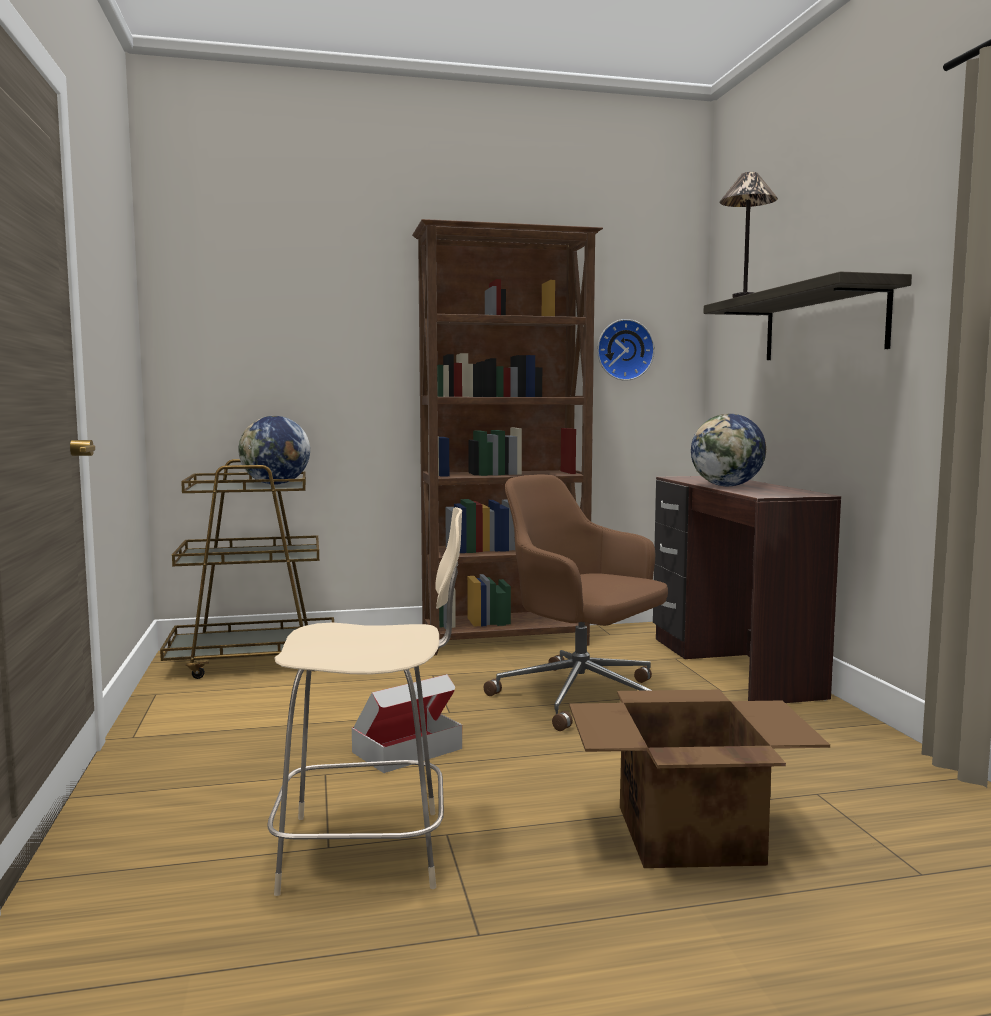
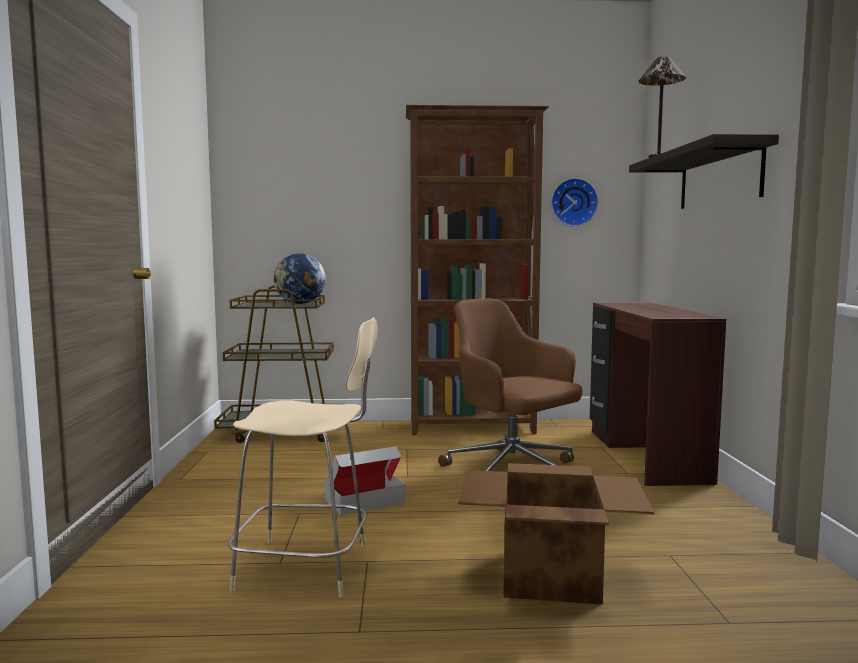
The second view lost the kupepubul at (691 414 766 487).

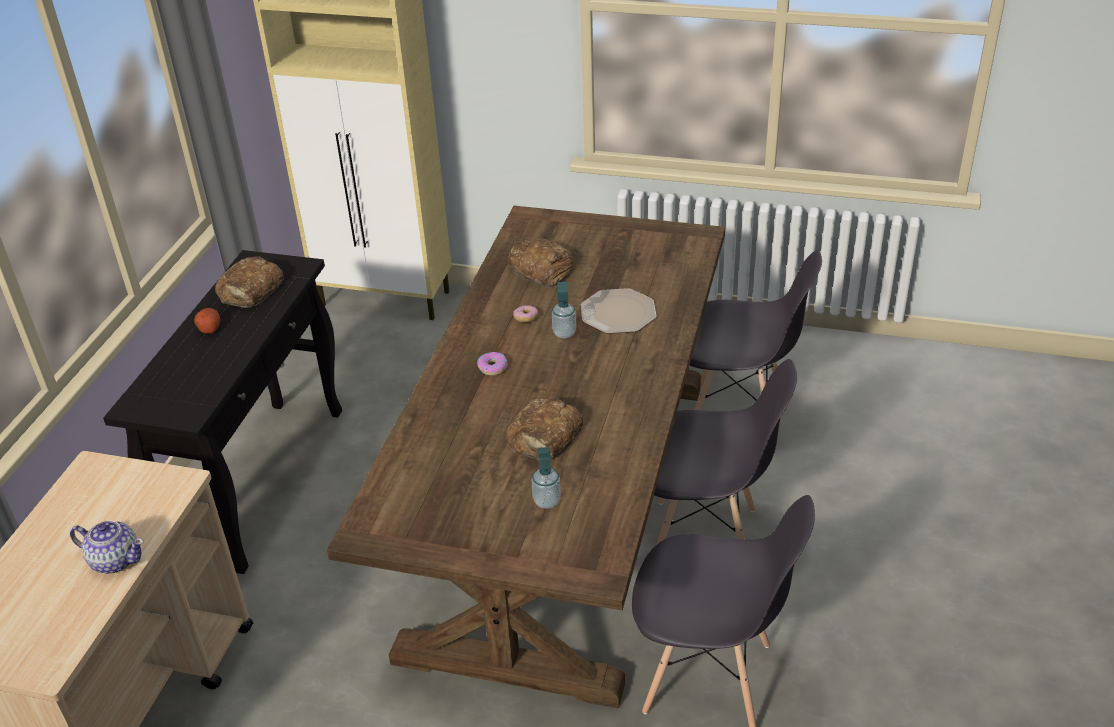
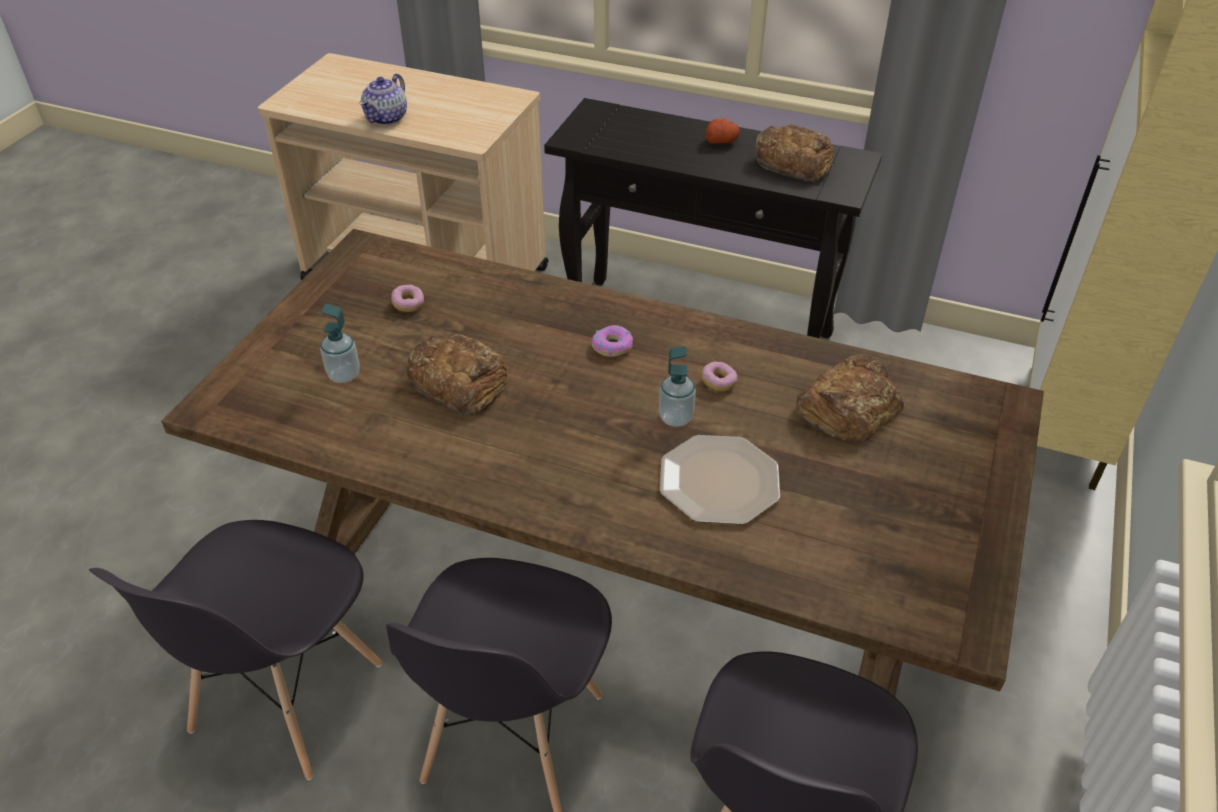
The second view gained the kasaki at (391 285 424 312).

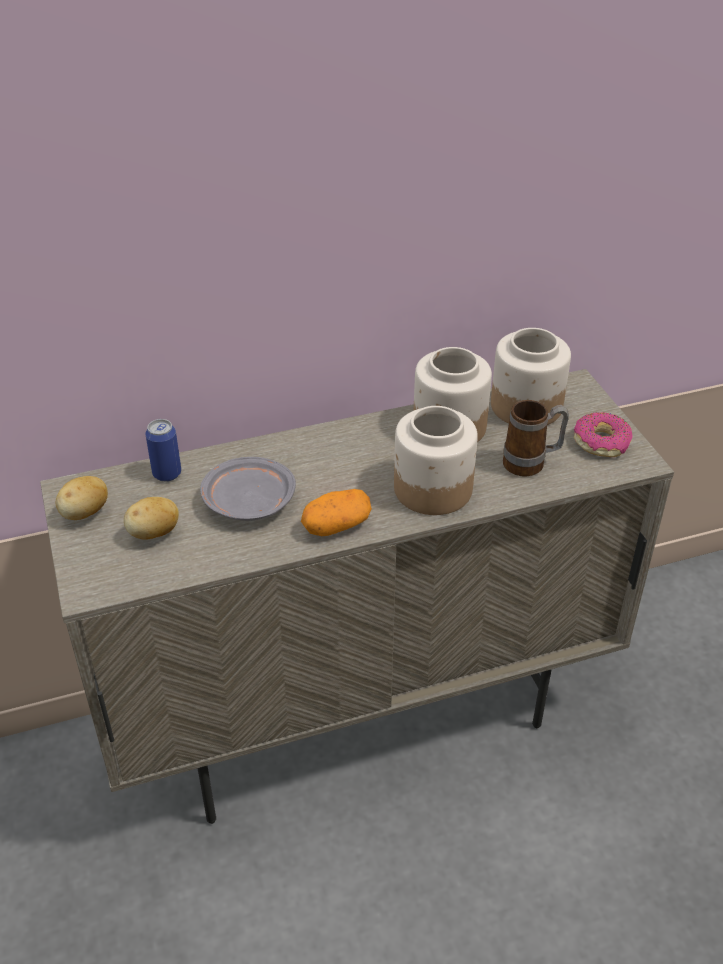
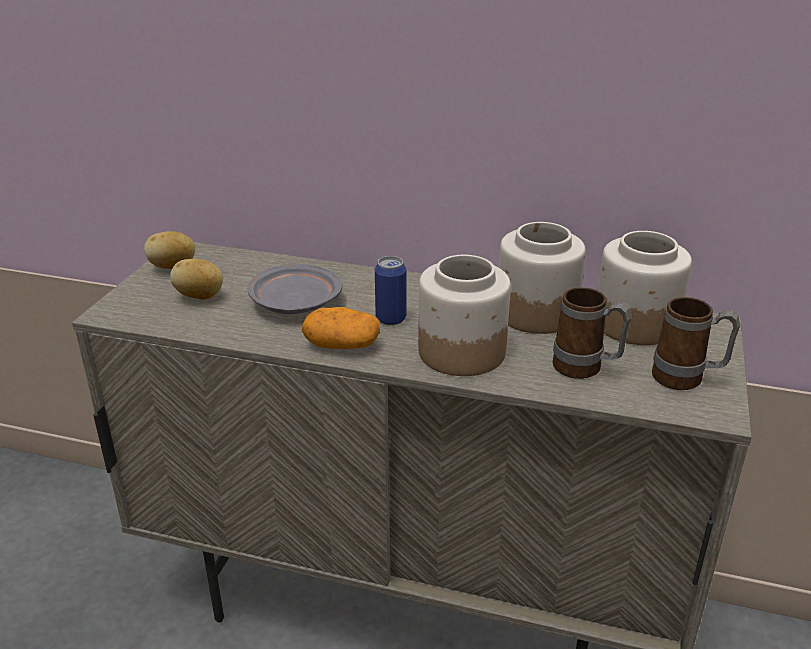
The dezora ended up elsewhere, having gone from (145 419 181 482) to (375 256 406 325).
Where the kasaki stood at (574 412 633 457), the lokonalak came to stand at (652 297 740 390).

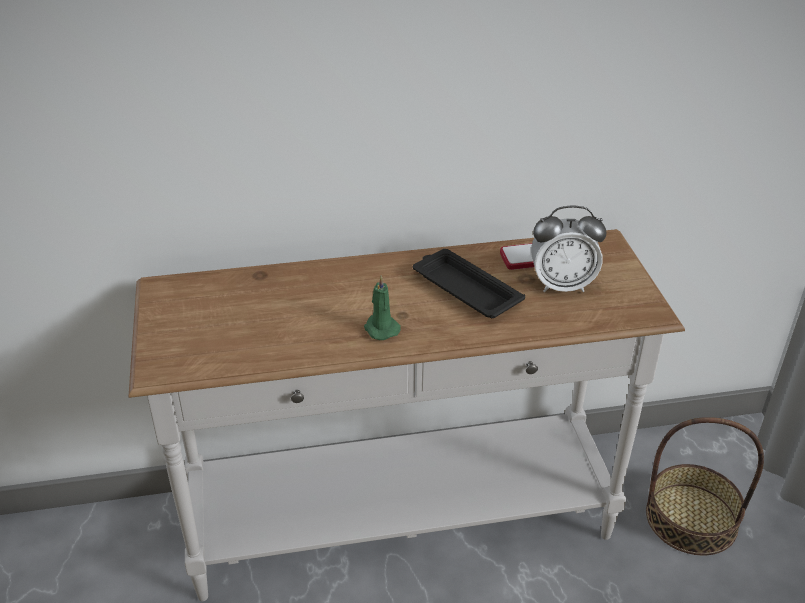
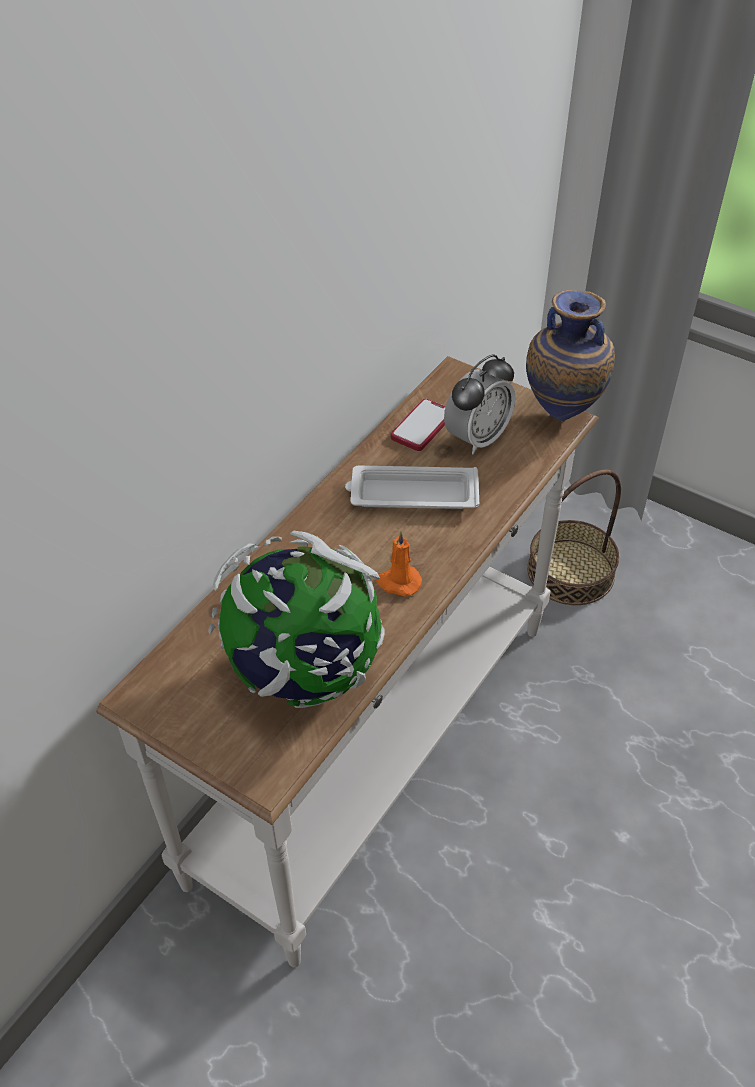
The second view gained the kupepubul at (208 531 385 708).
What was the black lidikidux at (413 249 525 318) turned into the white lidikidux at (345 466 479 509).
What was the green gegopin at (364 276 401 340) turned into the orange gegopin at (376 531 422 597).
The second view gained the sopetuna at (526 290 615 422).

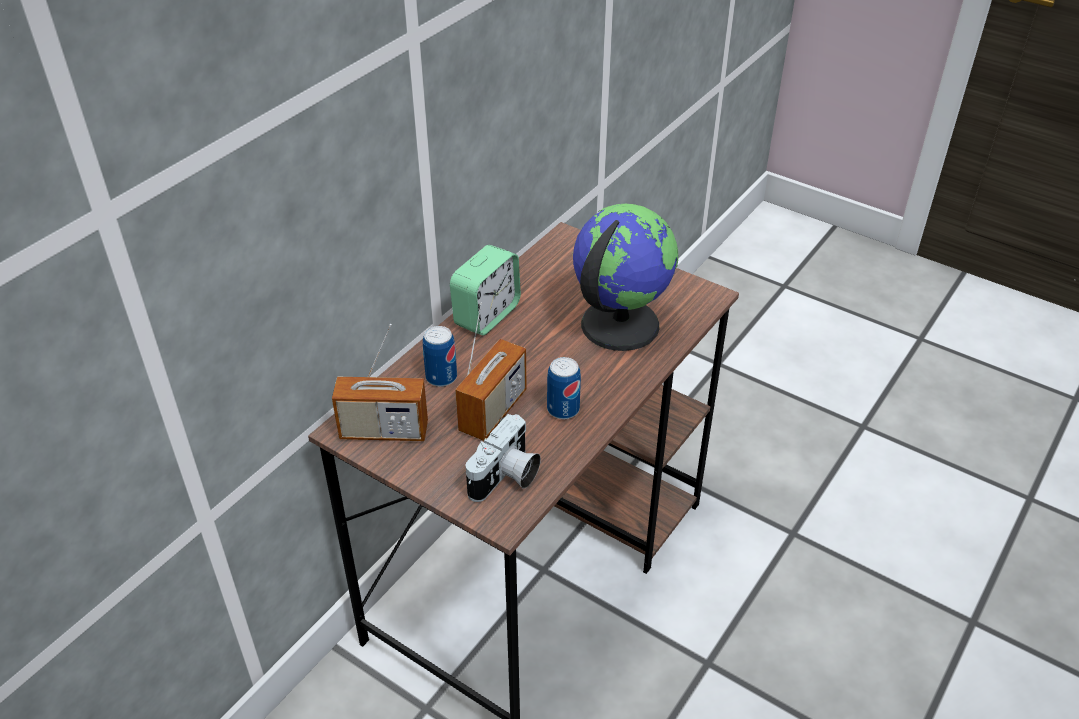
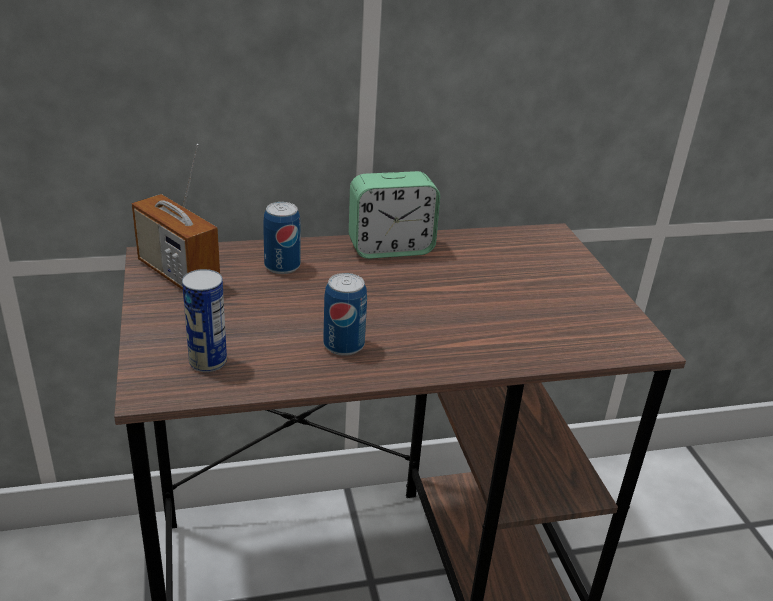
Where the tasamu stood at (465 414 541 502), the dezora came to stand at (182 269 227 372).
The second view lost the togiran at (455 302 527 441).
The second view lost the kupepubul at (573 204 678 351).

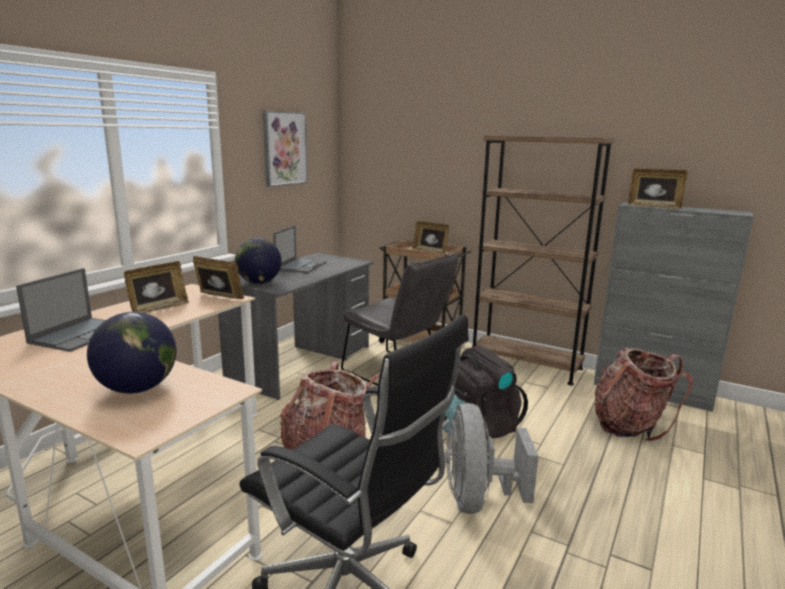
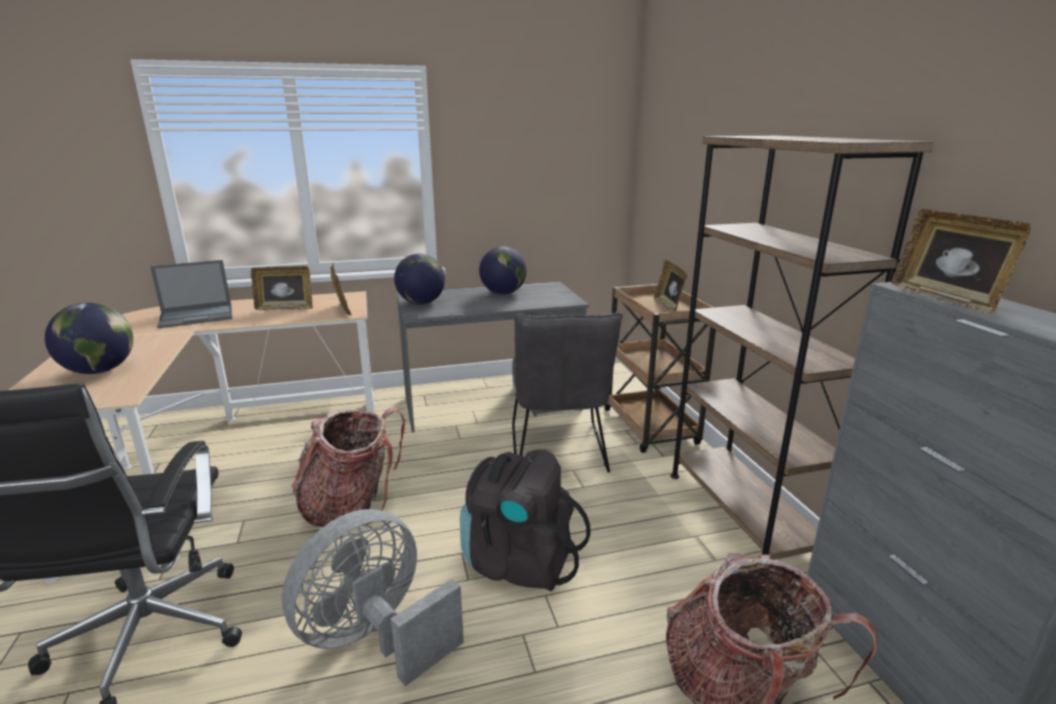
Where the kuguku stood at (273 225 326 273), the kupepubul came to stand at (479 246 527 295).
The second view lost the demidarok at (263 110 308 187).

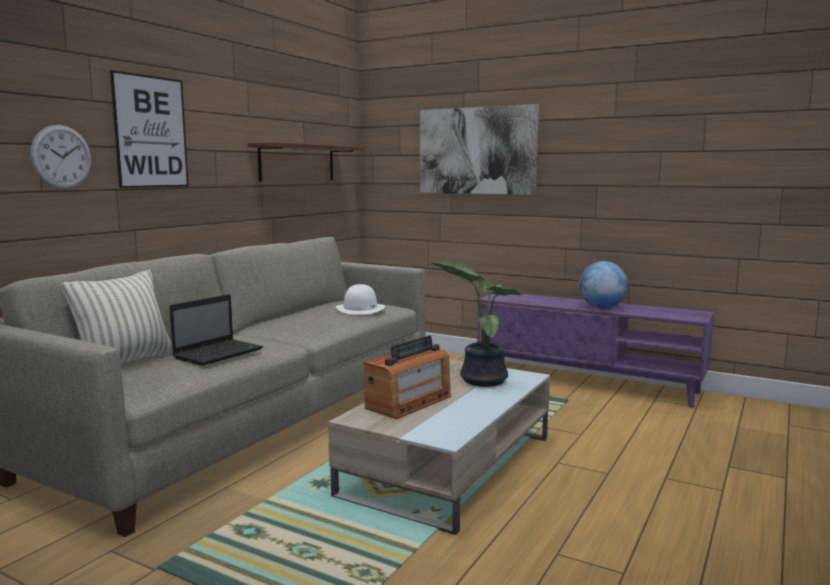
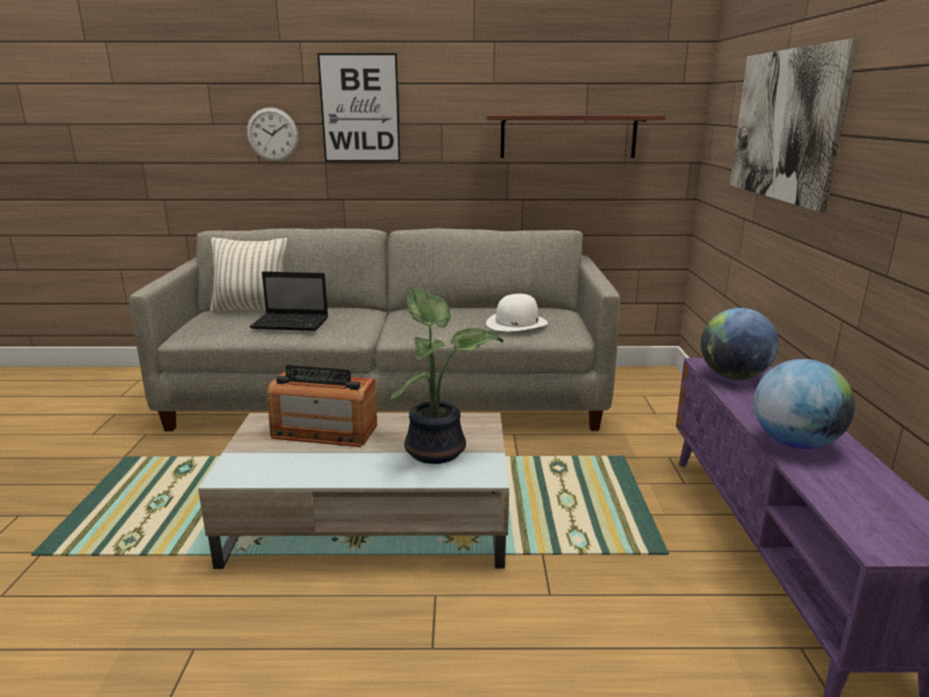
The second view gained the kupepubul at (701 308 779 380).

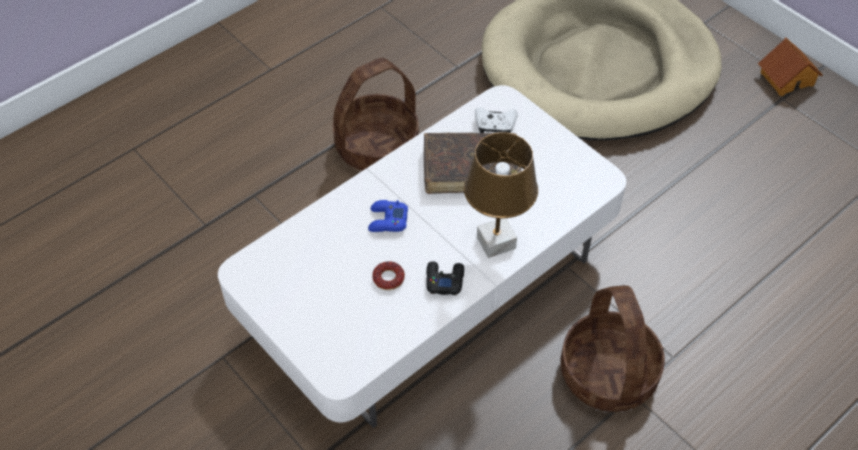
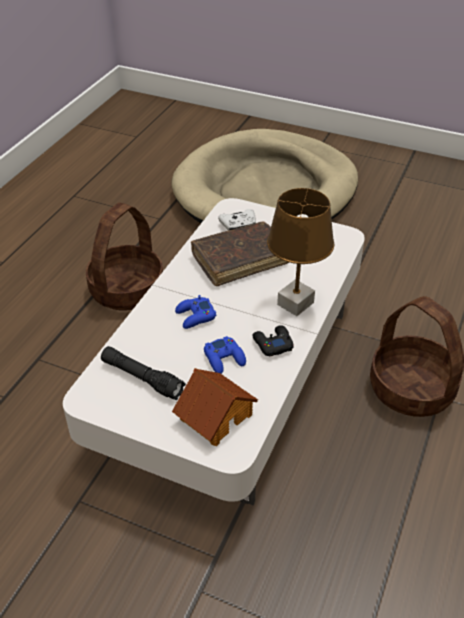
The second view gained the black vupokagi at (101 346 186 400).
The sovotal ended up elsewhere, having gone from (758 38 823 96) to (172 368 258 446).
Where the kasaki stood at (372 261 405 290), the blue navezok came to stand at (204 336 246 374).

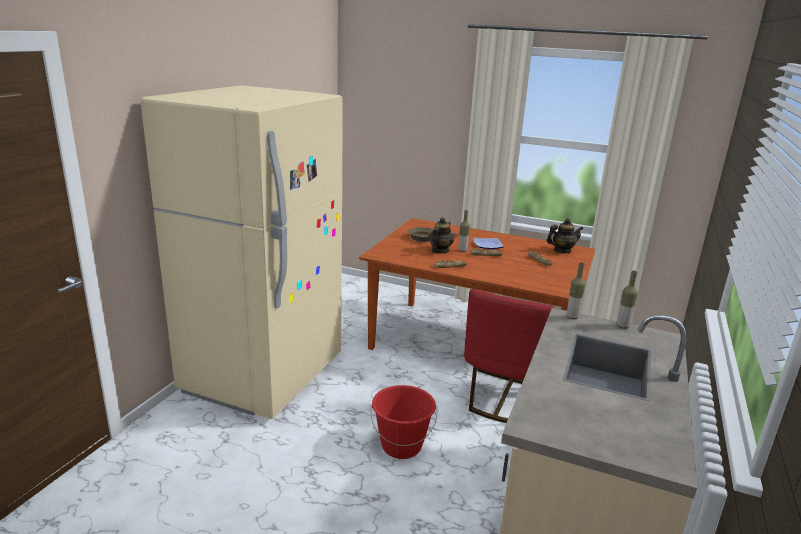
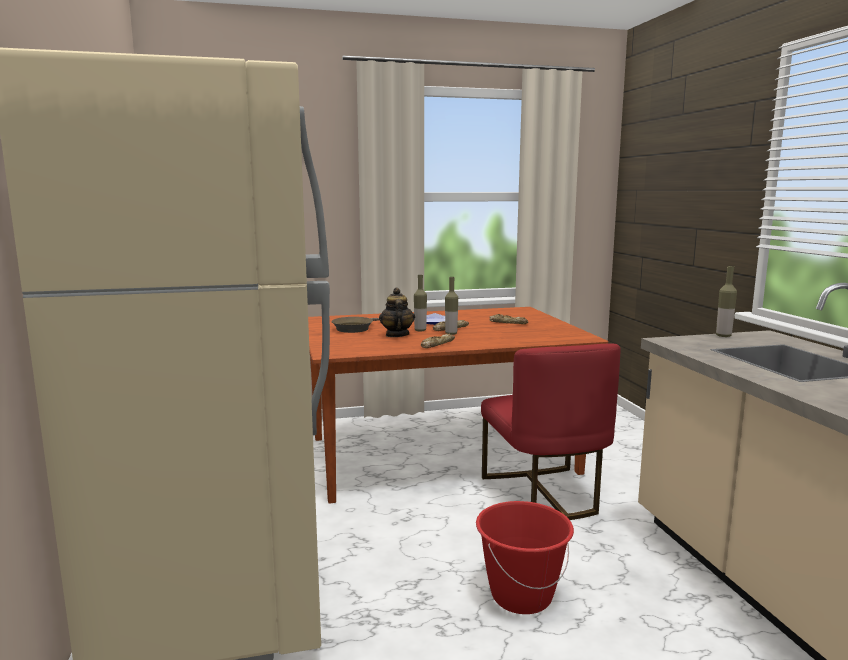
The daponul ended up elsewhere, having gone from (567 262 585 319) to (445 277 458 335).
The second view lost the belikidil at (546 218 584 253).

